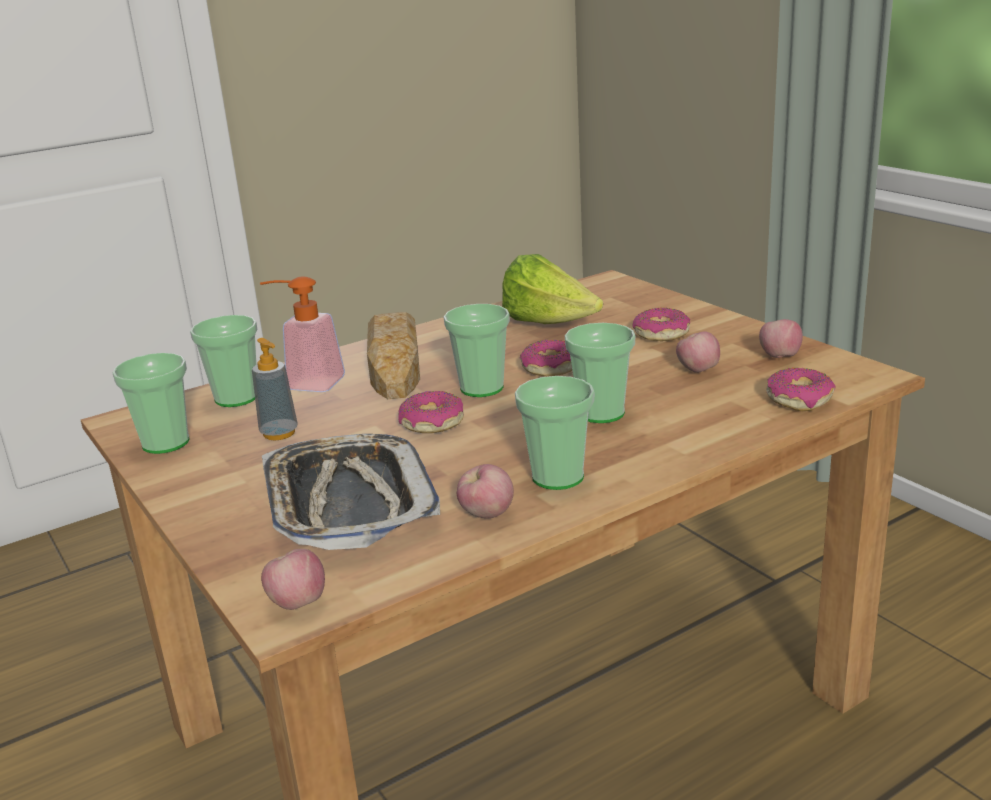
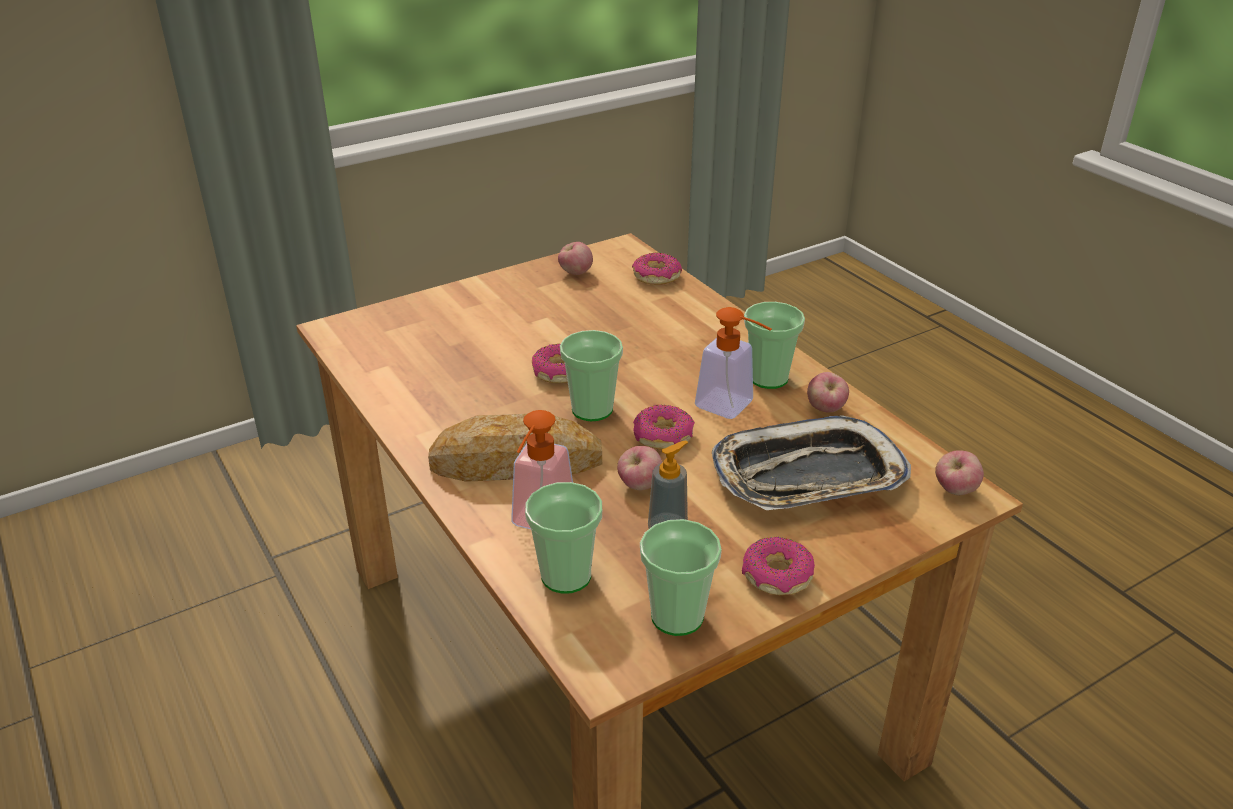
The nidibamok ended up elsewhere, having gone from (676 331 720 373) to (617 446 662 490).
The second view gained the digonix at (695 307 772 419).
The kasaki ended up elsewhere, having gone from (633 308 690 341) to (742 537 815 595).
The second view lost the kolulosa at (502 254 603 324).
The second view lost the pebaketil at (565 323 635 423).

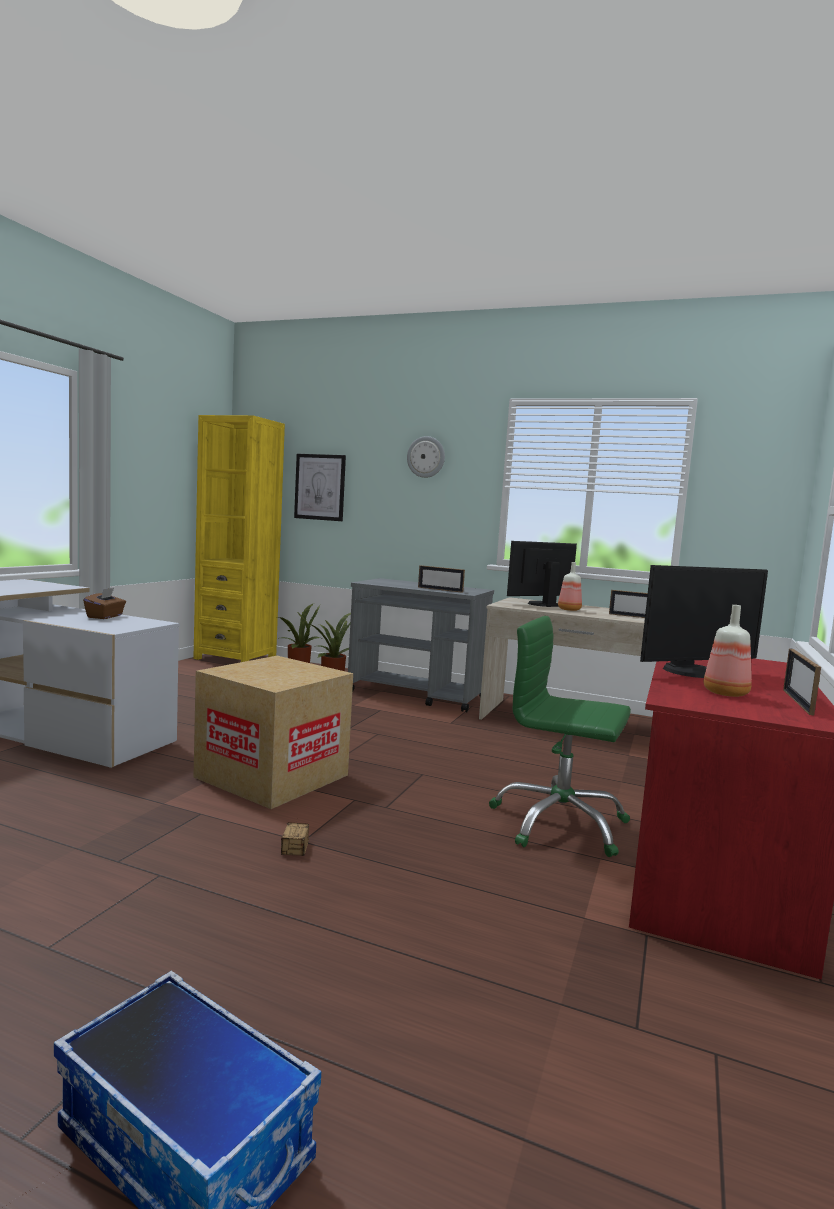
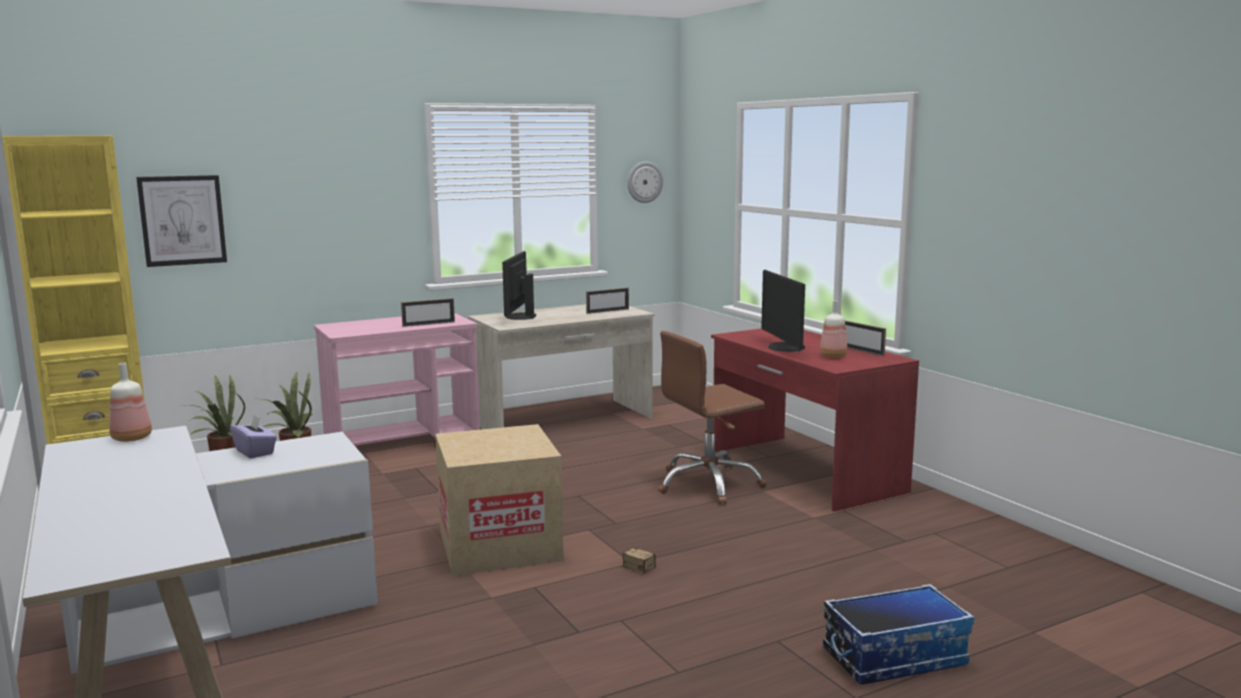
The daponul ended up elsewhere, having gone from (558 562 582 611) to (109 363 152 442).
What was the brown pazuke at (83 588 126 619) turned into the purple pazuke at (230 415 277 459).
What was the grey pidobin at (348 578 494 712) turned into the pink pidobin at (314 313 480 447).
The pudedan ended up elsewhere, having gone from (407 436 445 478) to (627 161 663 203).
What was the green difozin at (489 616 631 857) turned into the brown difozin at (658 331 767 504).
The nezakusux at (640 565 768 678) ended up facing another way, 150 degrees clockwise from before.

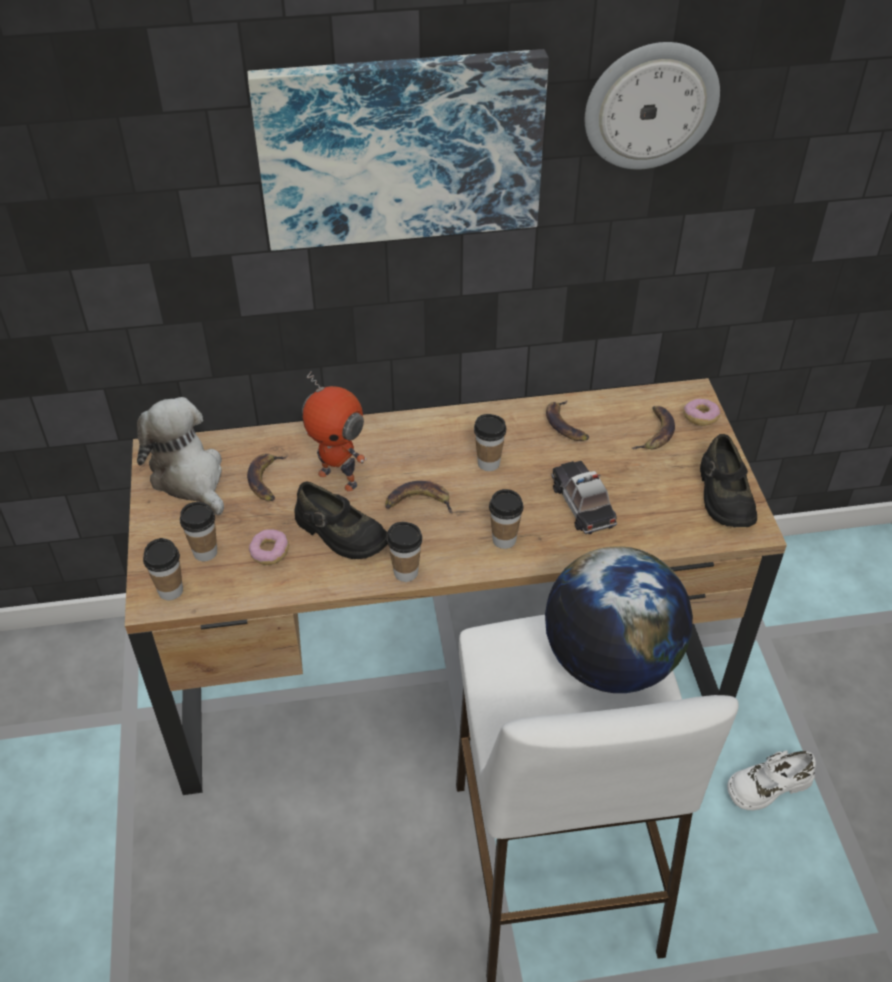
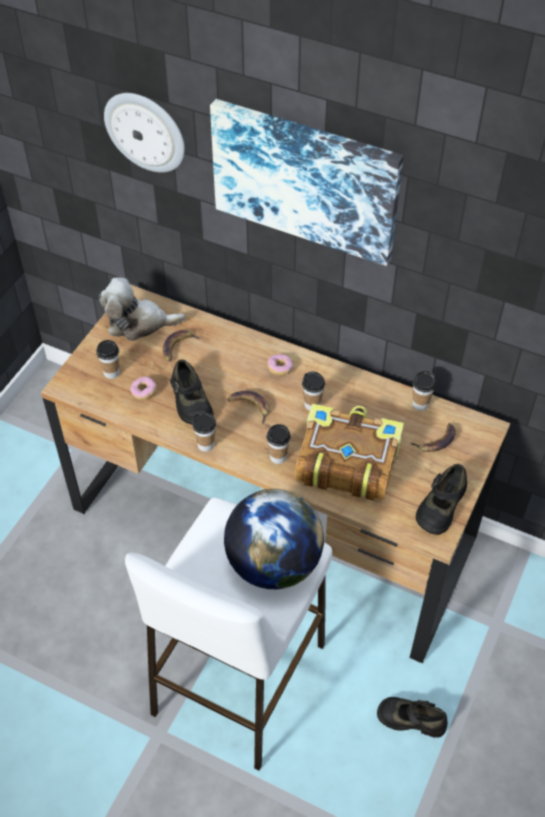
The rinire at (137 397 224 515) ended up facing another way, 90 degrees counterclockwise from before.
The pudedan ended up elsewhere, having gone from (585 42 720 170) to (104 93 185 172).
The kasaki ended up elsewhere, having gone from (683 399 720 426) to (267 354 293 375).
Where the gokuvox stood at (551 461 617 534), the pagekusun came to stand at (295 403 404 501).
What was the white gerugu at (727 751 816 810) turned into the black gerugu at (377 697 448 738).
The pebaketil ended up elsewhere, having gone from (143 538 183 600) to (412 371 436 411).
The second view lost the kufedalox at (302 371 367 491).
The second view lost the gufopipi at (546 401 589 441).

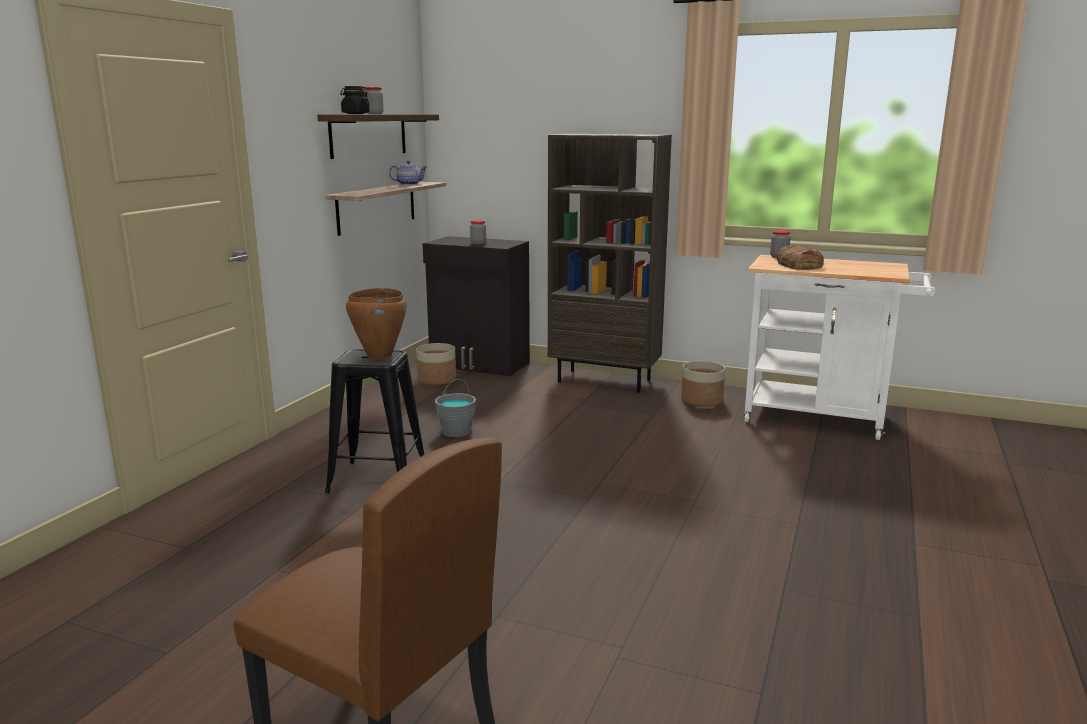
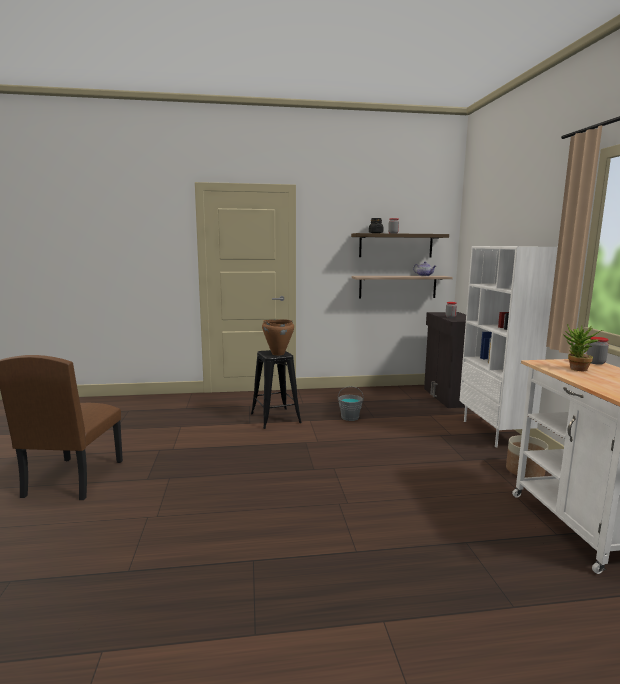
What was the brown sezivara at (548 134 672 393) turned into the white sezivara at (459 246 558 447).
Where the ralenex stood at (777 245 824 270), the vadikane came to stand at (563 324 603 371).
The second view lost the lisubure at (416 343 456 385).

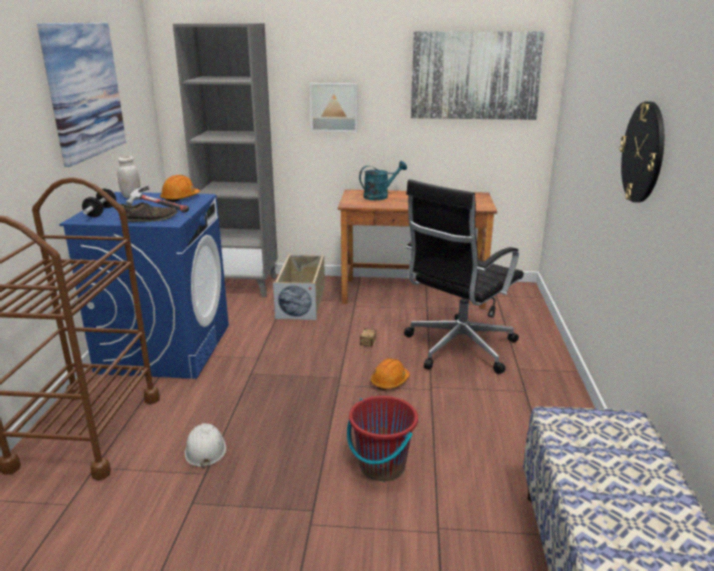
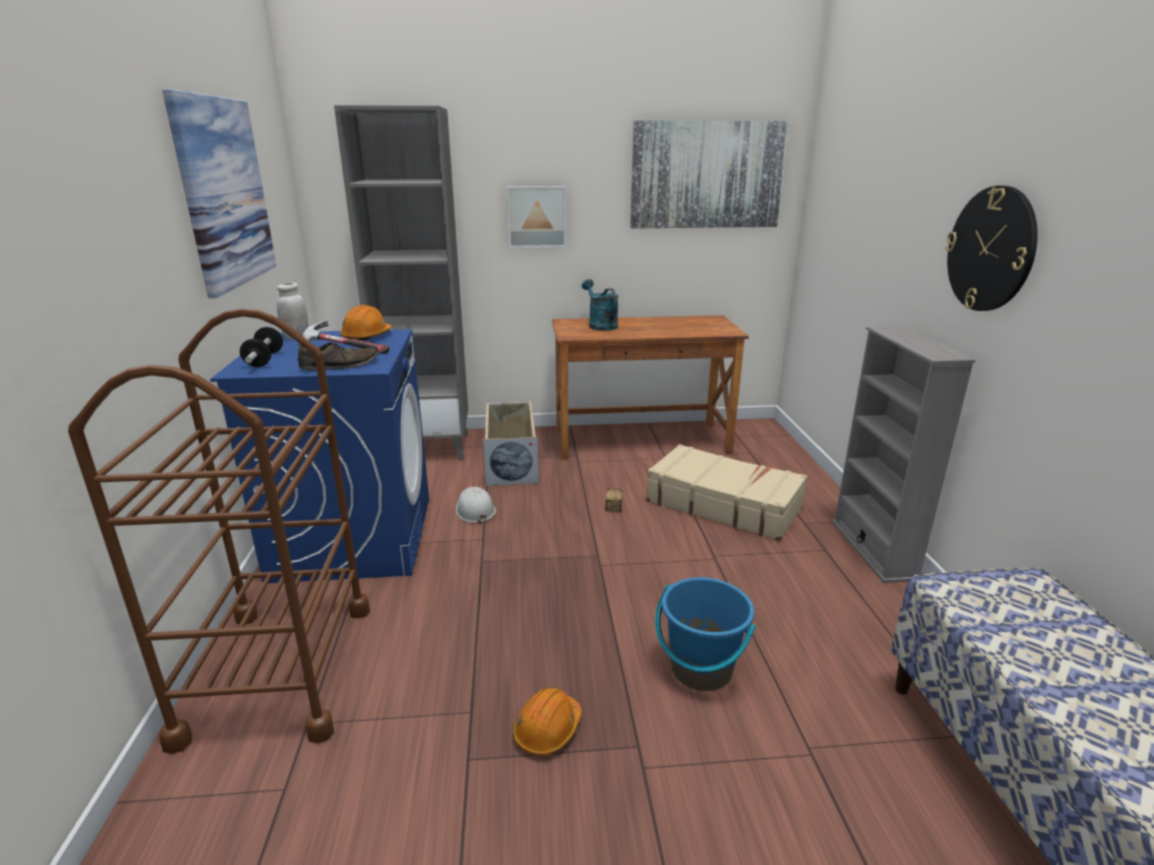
The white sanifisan ended up elsewhere, having gone from (185 423 226 469) to (456 487 496 524).
The orange sanifisan ended up elsewhere, having gone from (371 358 410 390) to (513 688 582 756).
The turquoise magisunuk at (359 161 407 200) ended up facing another way, 75 degrees counterclockwise from before.
Where the black difozin stood at (404 179 524 374), the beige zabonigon came to stand at (646 444 807 541).
What was the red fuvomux at (347 396 418 481) turned into the blue fuvomux at (655 577 756 691).
The second view gained the grey sezivara at (832 326 976 583).

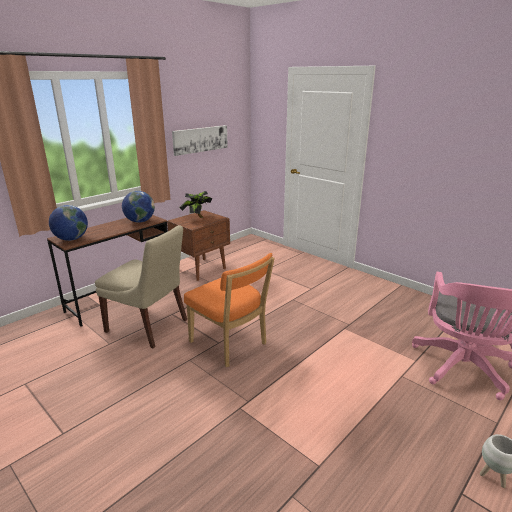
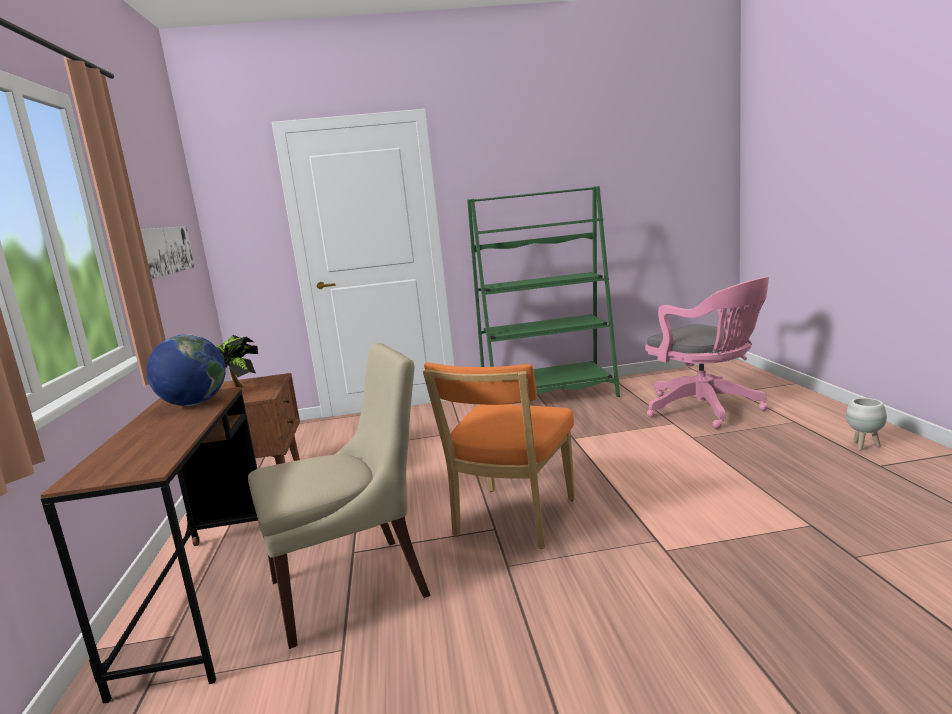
The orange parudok at (184 253 275 367) ended up facing another way, 120 degrees clockwise from before.
The second view gained the green sezivara at (467 186 620 397).
The second view lost the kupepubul at (49 205 88 241).

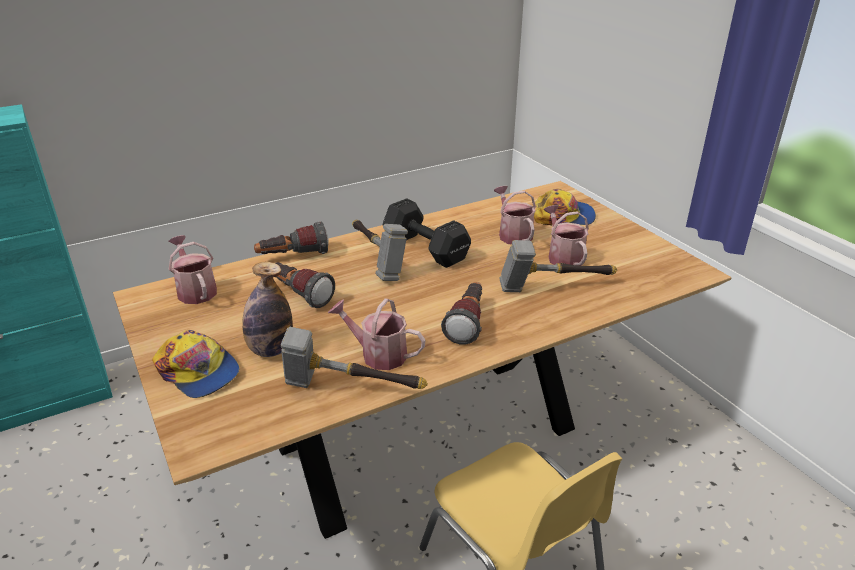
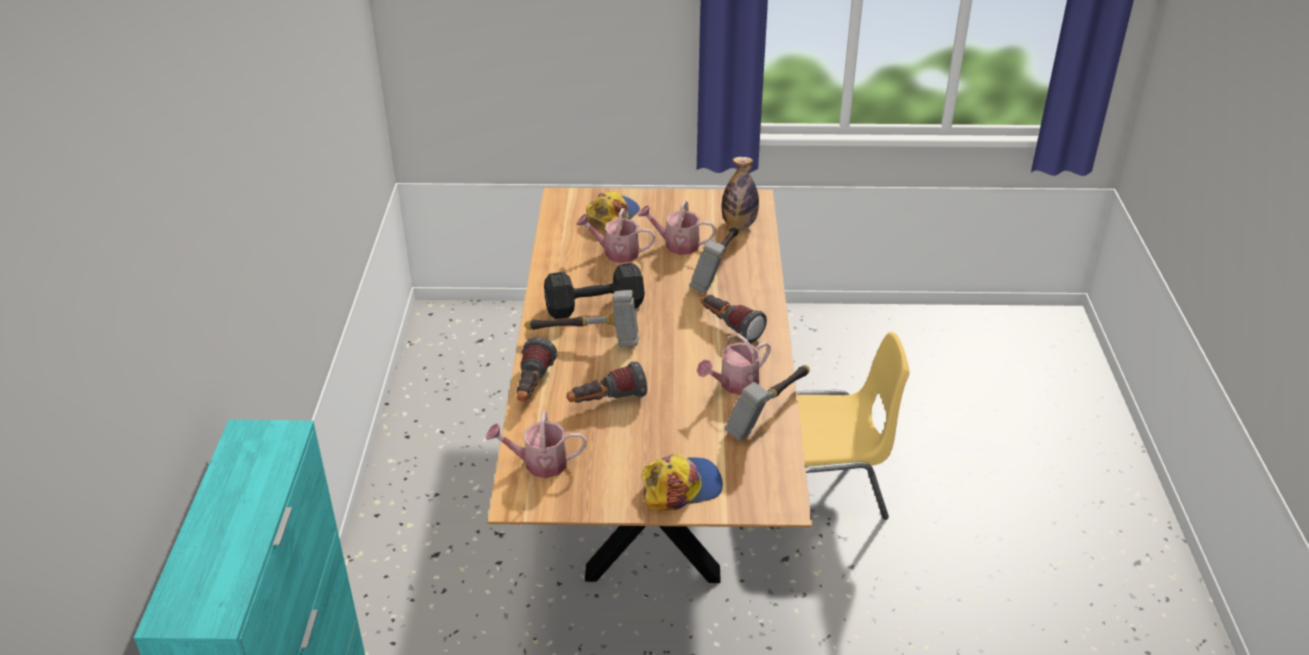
The daponul ended up elsewhere, having gone from (242 262 293 357) to (722 157 759 229).

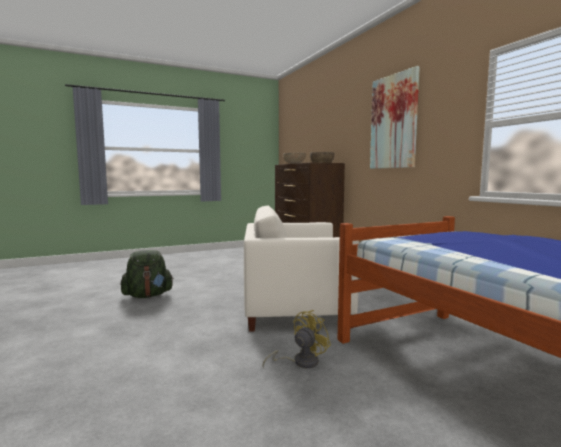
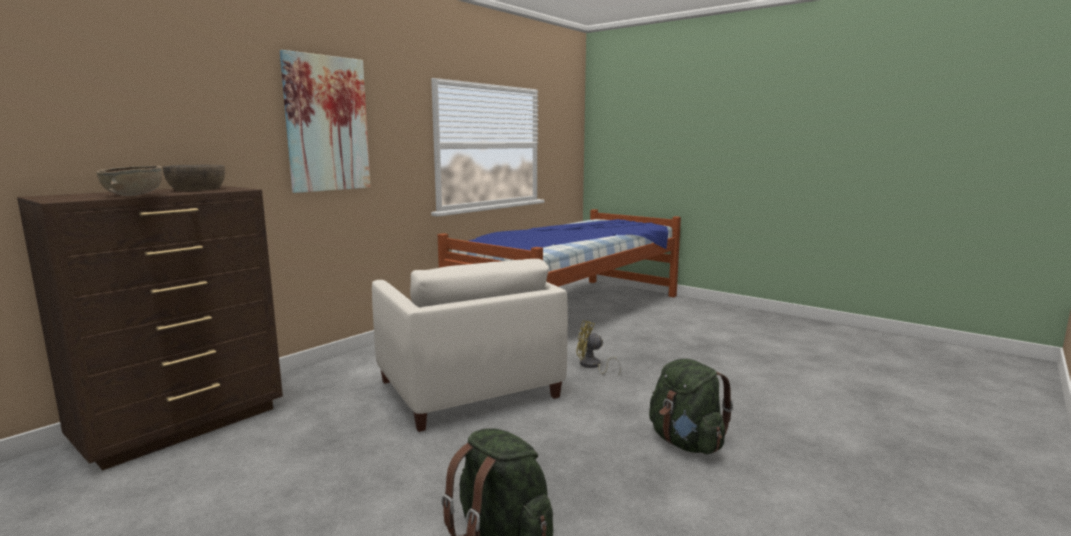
The second view gained the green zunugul at (649 359 733 454).

